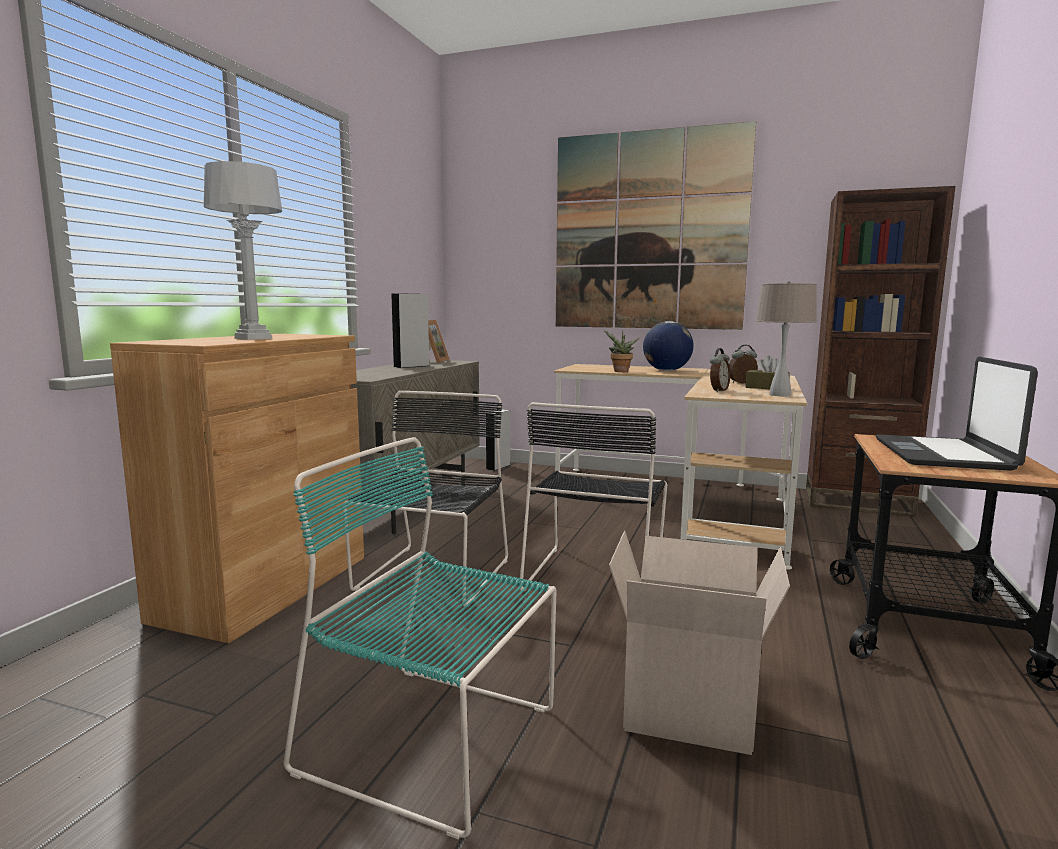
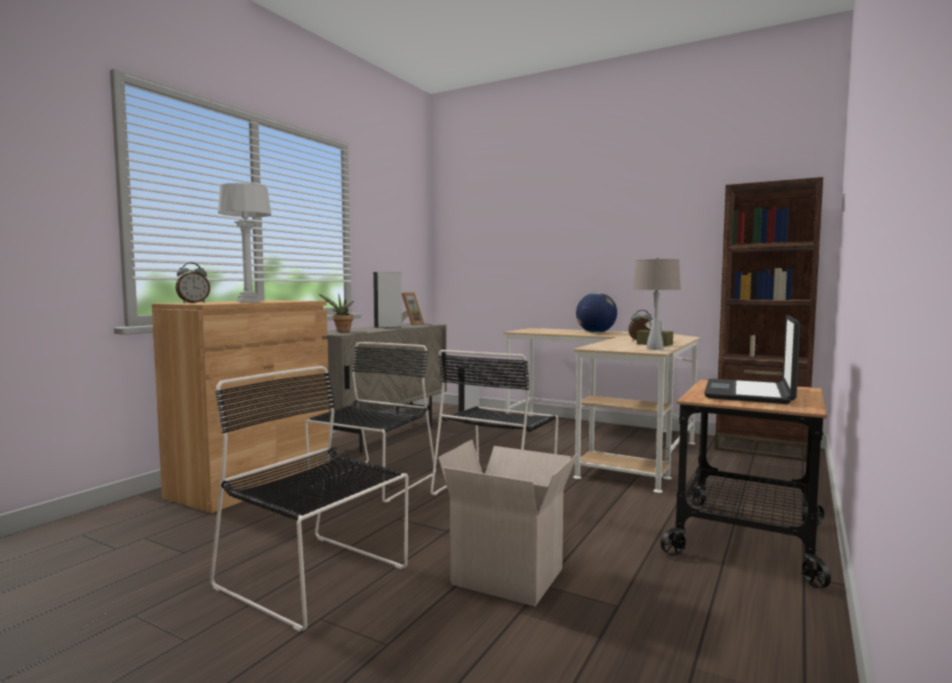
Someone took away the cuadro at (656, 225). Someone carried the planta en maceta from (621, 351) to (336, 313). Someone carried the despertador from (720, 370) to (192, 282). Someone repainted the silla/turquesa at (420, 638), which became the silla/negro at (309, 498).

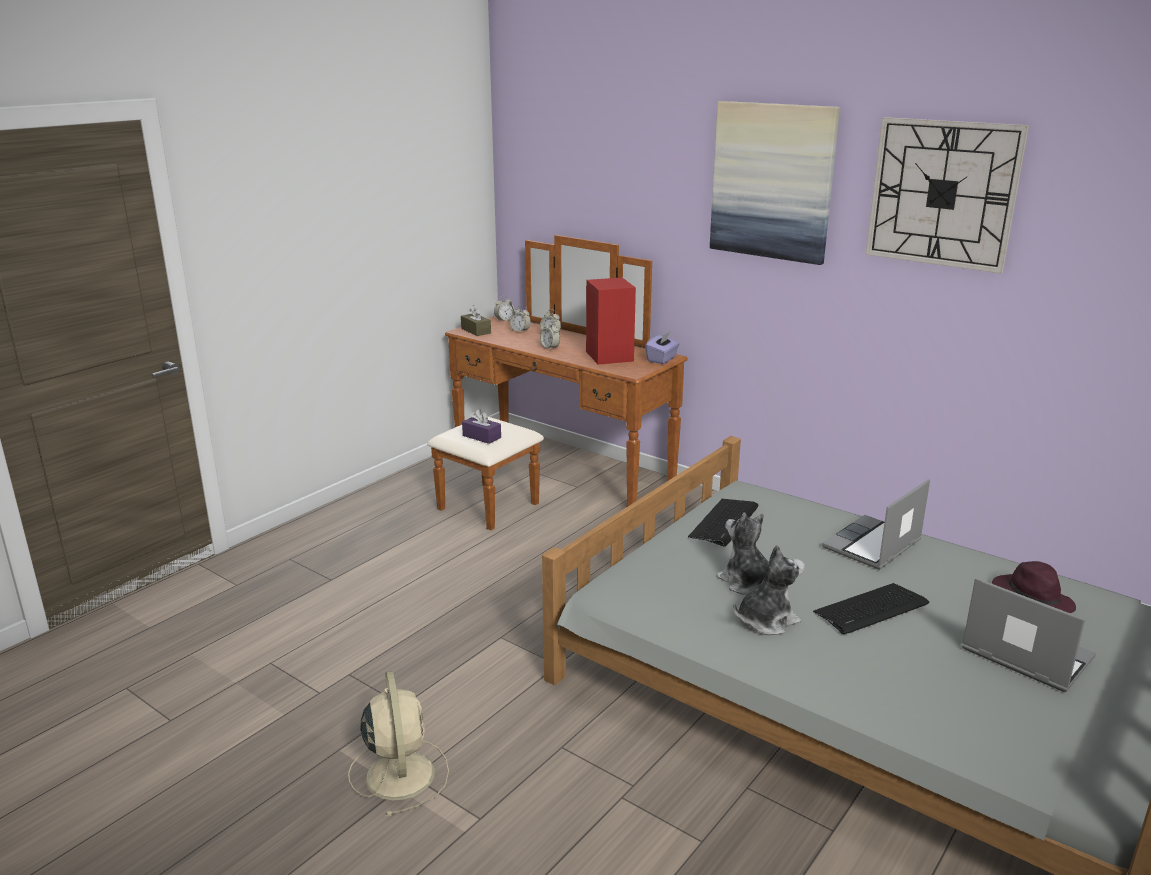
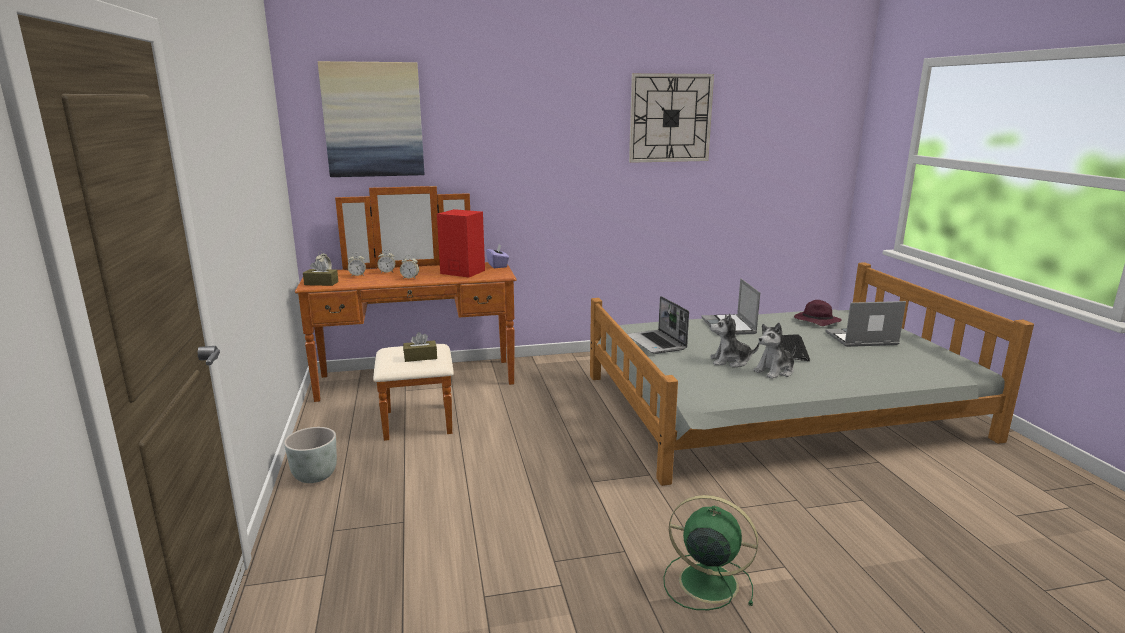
Someone put down the maceta/gris at (310, 455). Someone carried the cuadro from (775, 183) to (371, 119). Someone swapped the teclado at (723, 523) for the portátil at (658, 325). Someone repainted the ventilador/beis at (398, 744), which became the ventilador/verde at (710, 552). Someone repainted the caja de pañuelos/morado at (481, 426), which became the caja de pañuelos/marrón at (420, 347). Someone rotated the peluche at (769, 590) by 135 degrees counterclockwise.

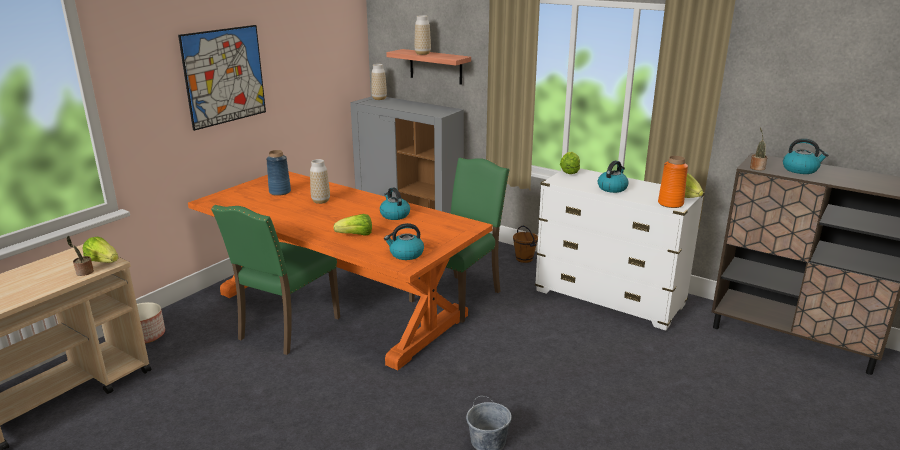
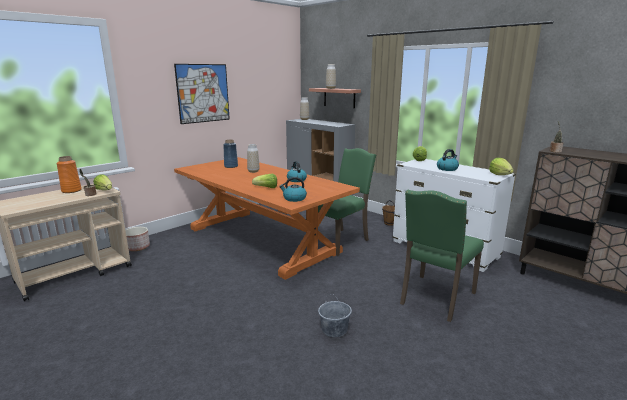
Someone took away the hervidor at (806, 156). Someone carried the silla/verde from (275, 280) to (442, 256). Someone carried the florero/naranja from (673, 182) to (69, 174).

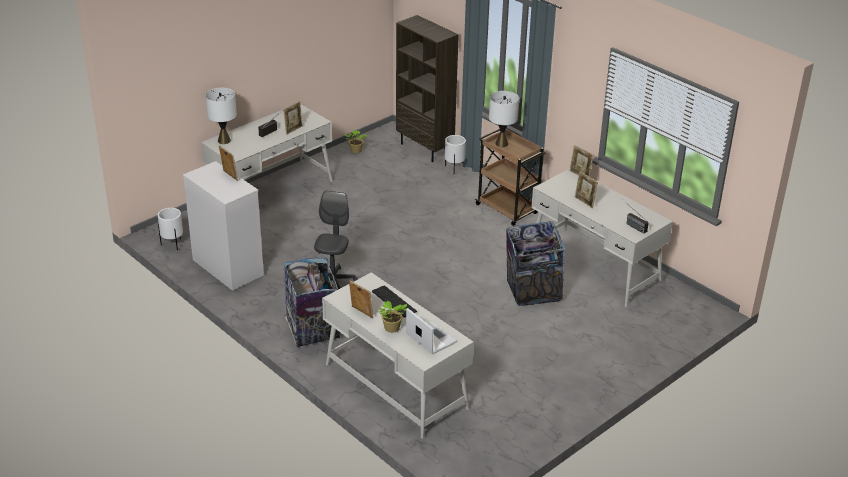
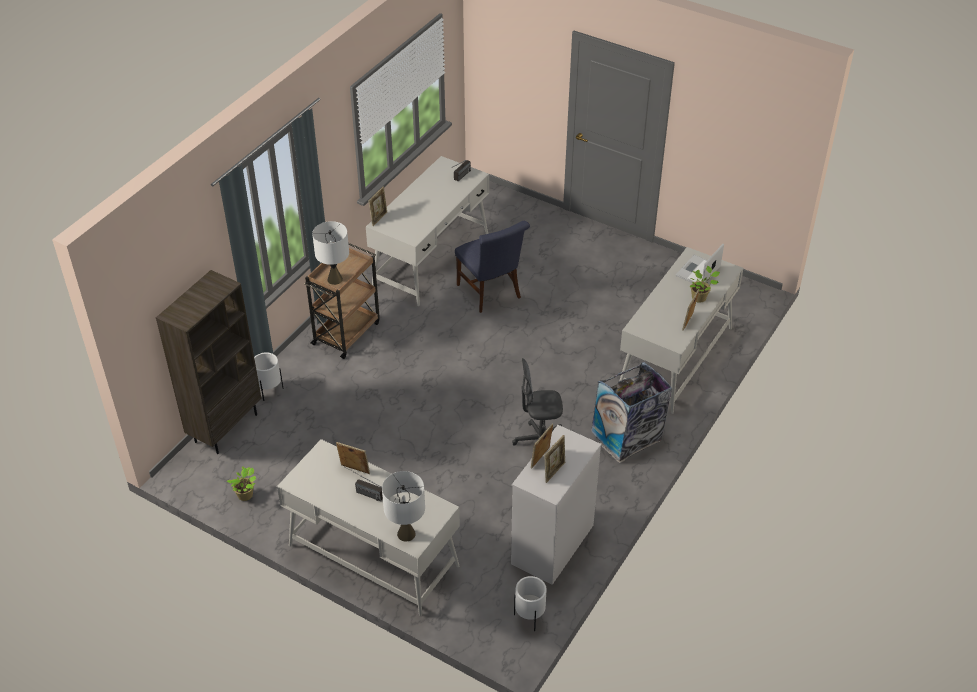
Someone took away the teclado at (394, 301). Someone carried the portarretratos from (586, 189) to (554, 459). Someone swapped the papelera at (535, 263) for the silla/azul at (492, 267).

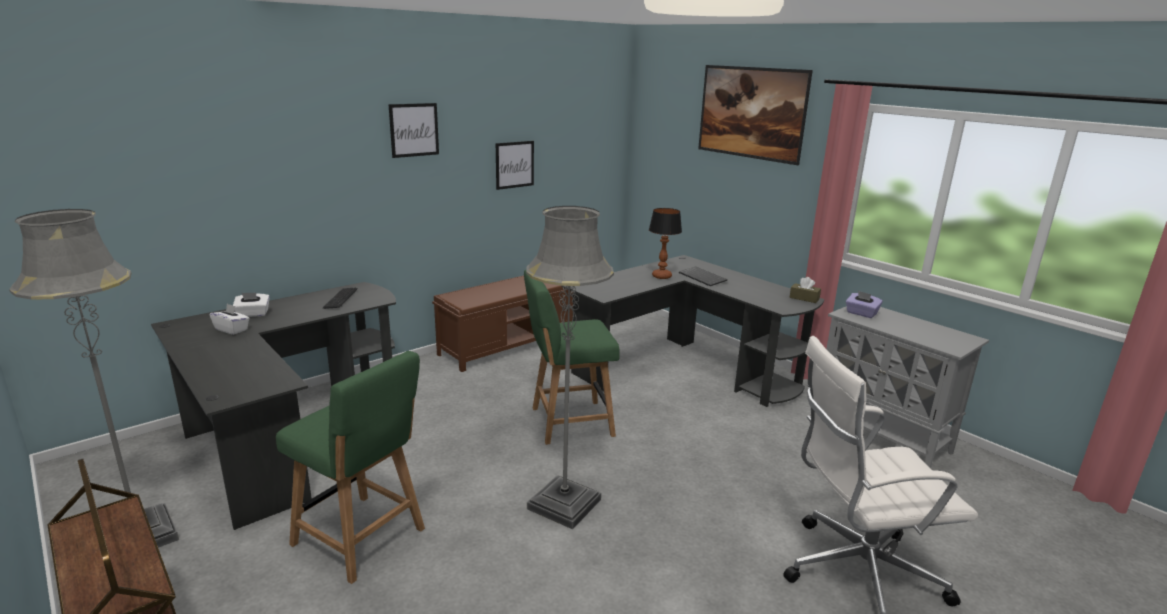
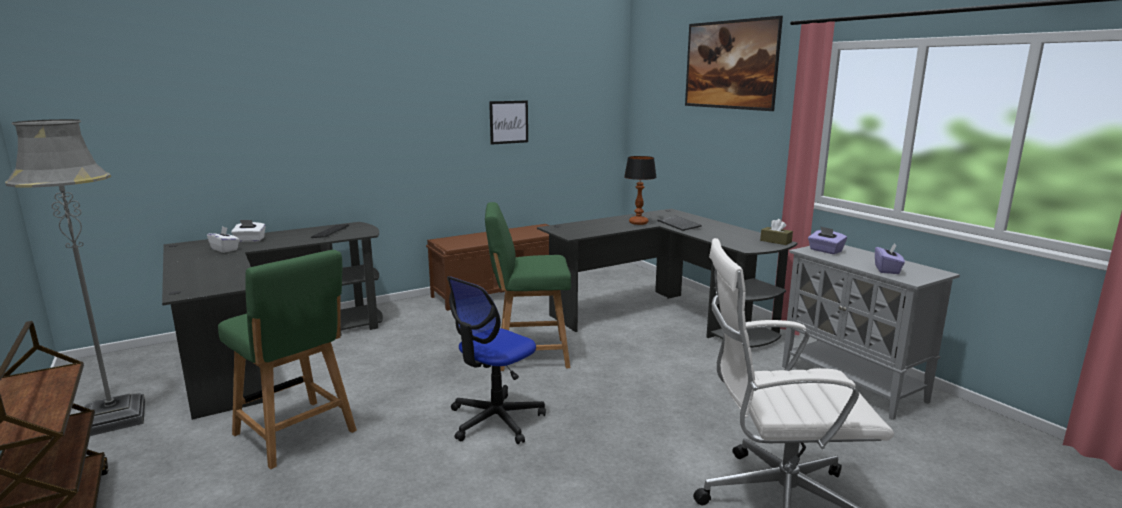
Someone took away the cuadro at (413, 130). Someone put down the caja de pañuelos/morado at (890, 258). Someone swapped the lámpara de pie/gris at (570, 367) for the silla de oficina at (496, 360).

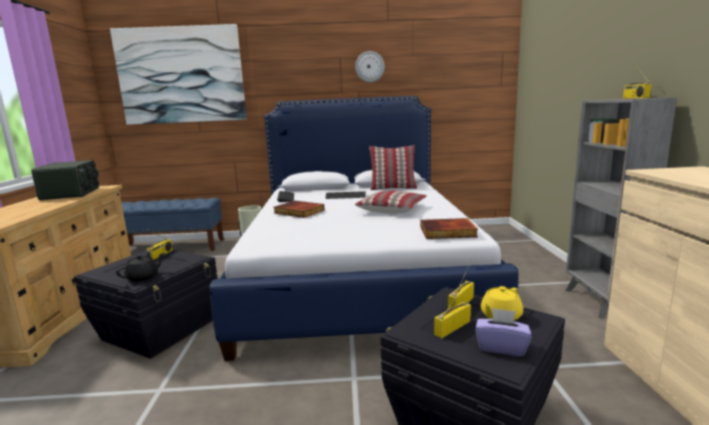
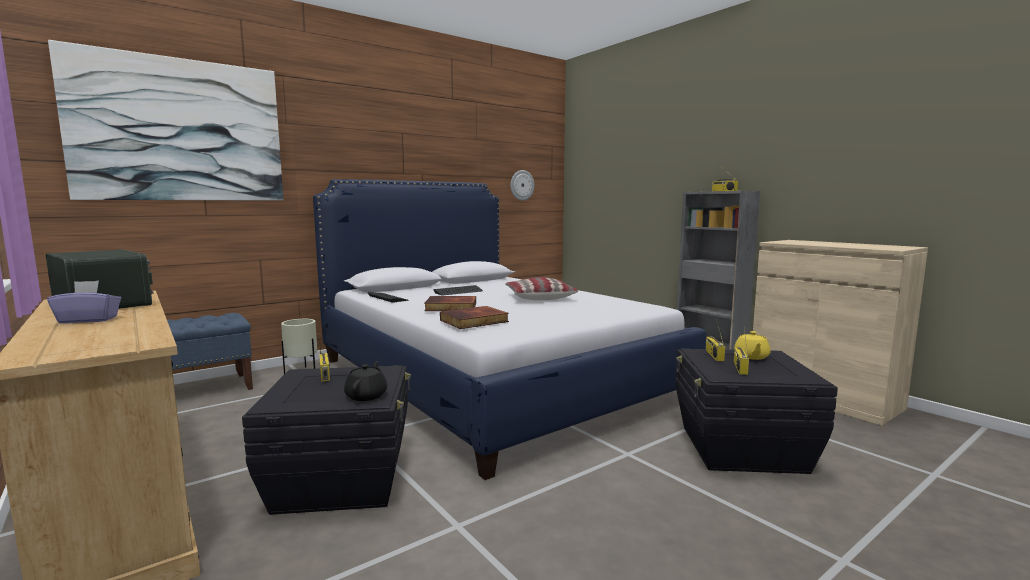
Someone took away the cojín at (393, 167). Someone carried the reloj de pared from (370, 66) to (522, 185). Someone carried the libro from (449, 228) to (474, 317). Someone carried the caja de pañuelos/morado from (503, 332) to (84, 302).

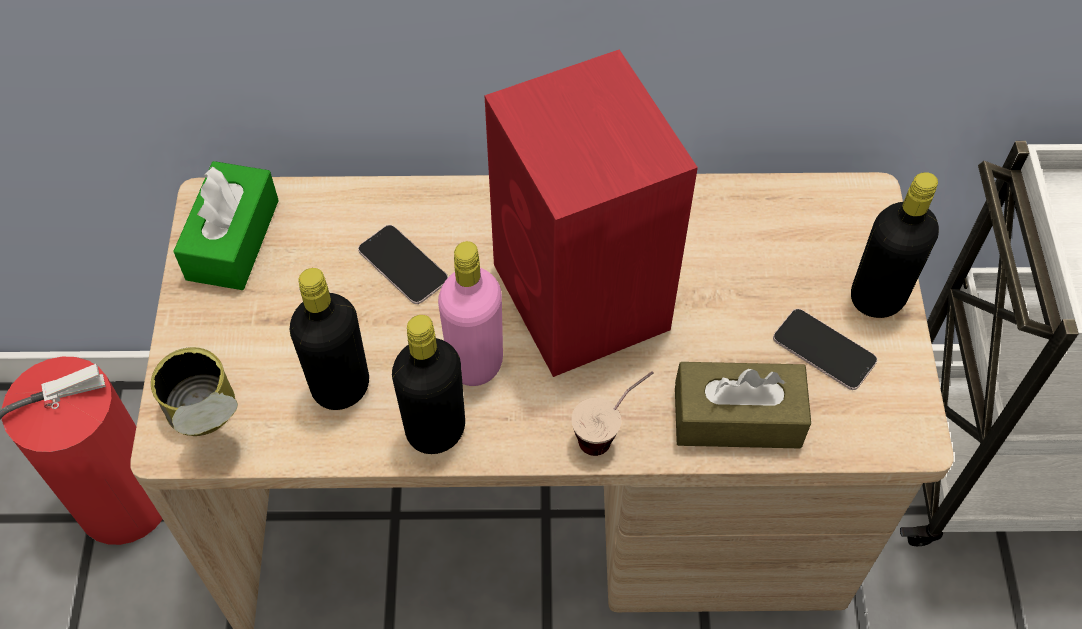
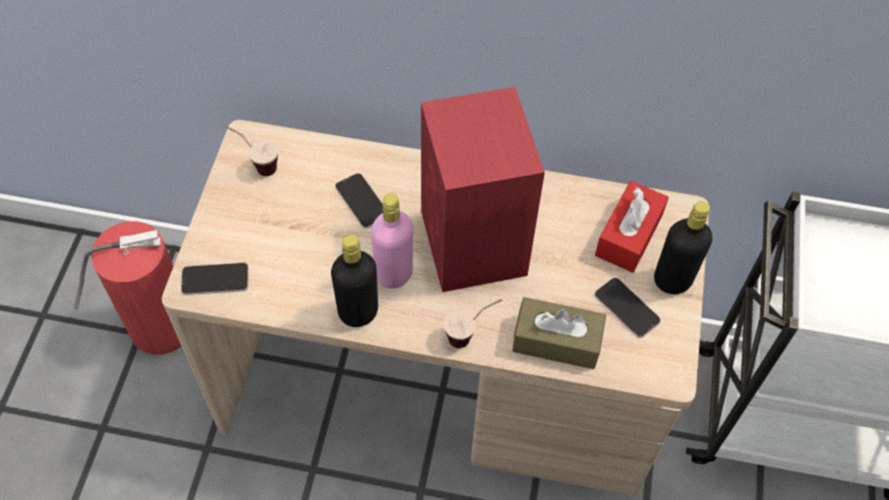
Someone took away the botella/negro at (329, 339). Someone put down the caja de pañuelos/rojo at (632, 227). Someone swapped the lata at (194, 391) for the móvil at (215, 279). Someone swapped the caja de pañuelos/verde at (226, 225) for the taza at (251, 150).

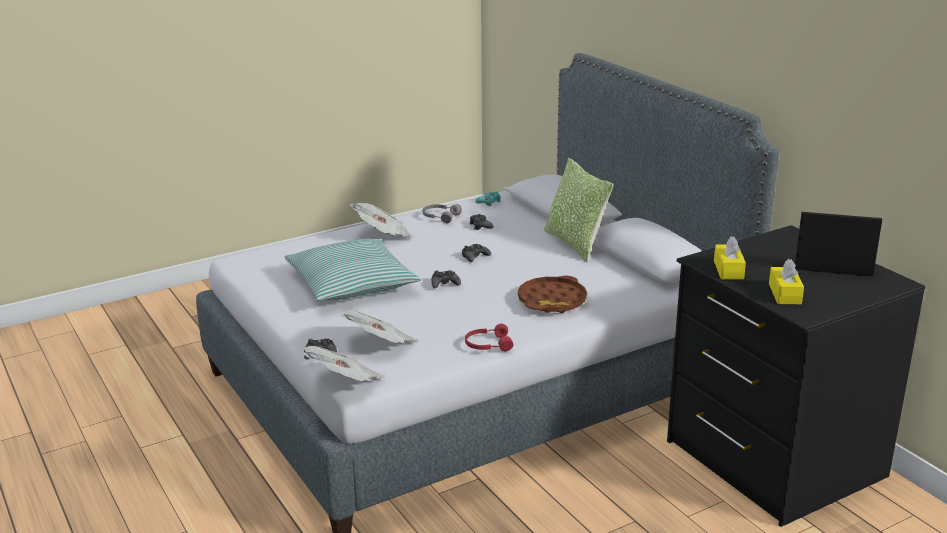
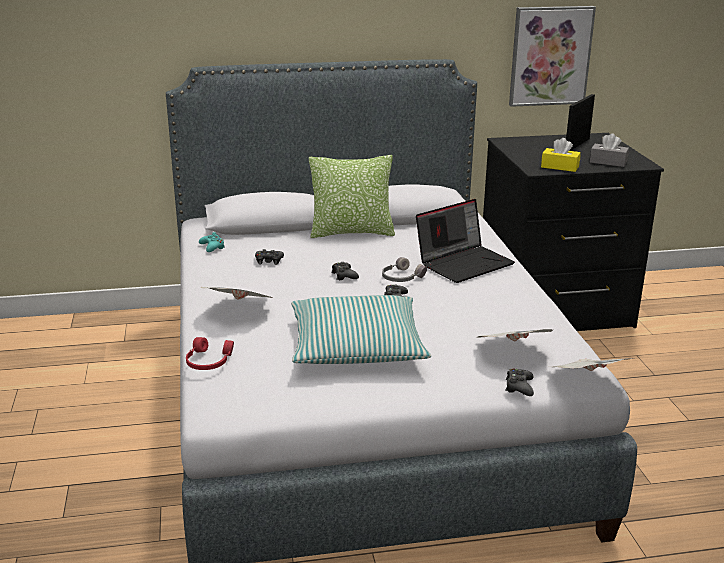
Someone put up the cuadro at (552, 56). Someone carried the auriculares/gris from (442, 213) to (404, 269). Someone carried the auriculares/rojo from (489, 337) to (210, 353). Someone swapped the bandeja/marrón at (552, 294) for the portátil at (465, 241). Someone repainted the caja de pañuelos/amarillo at (786, 281), which became the caja de pañuelos/gris at (609, 150).

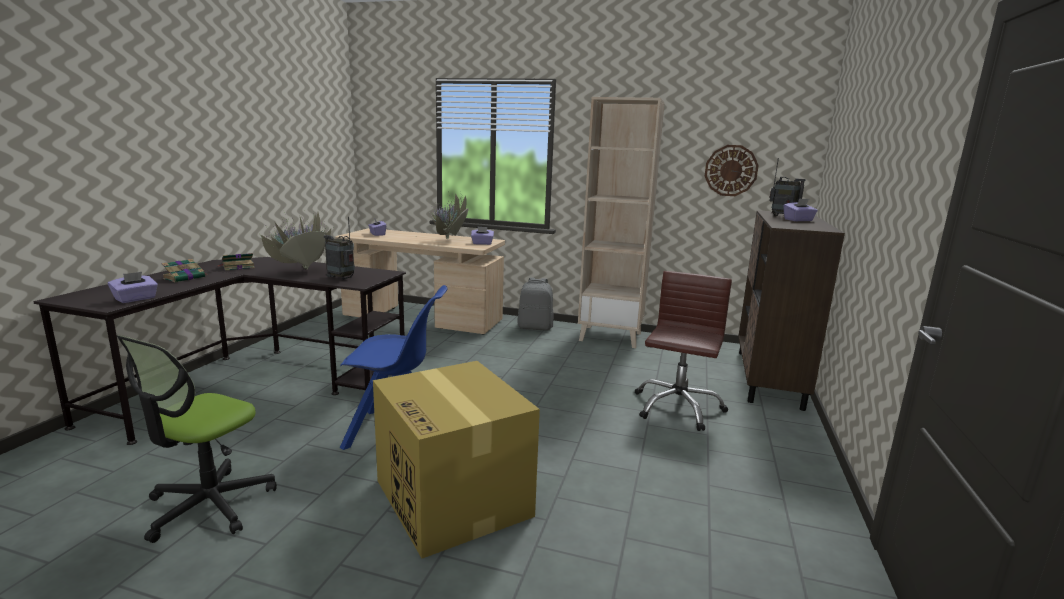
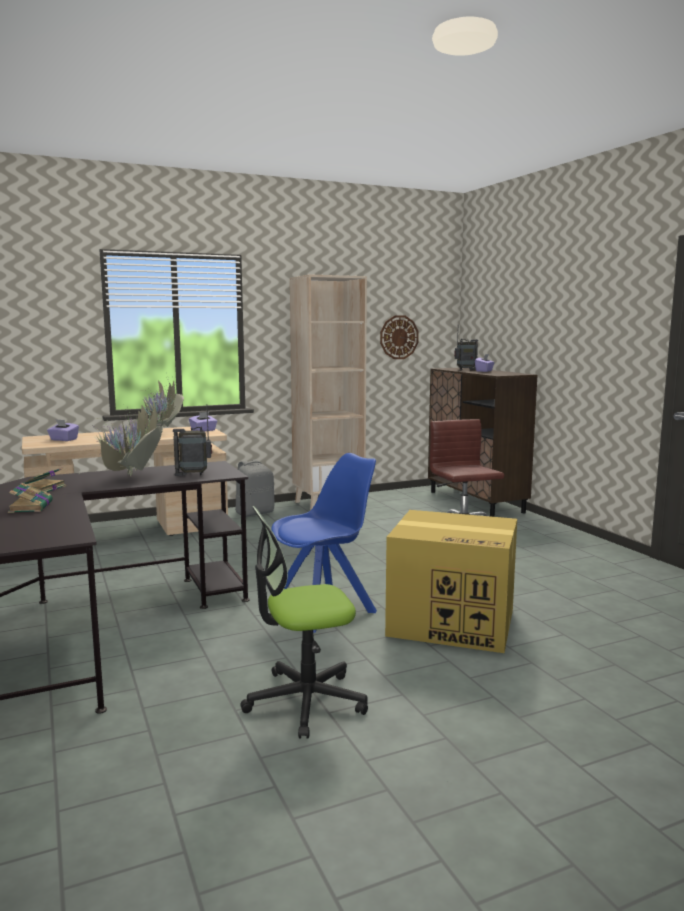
Someone took away the caja de pañuelos/morado at (133, 287). Someone rotated the silla de oficina at (197, 439) by 90 degrees clockwise.

